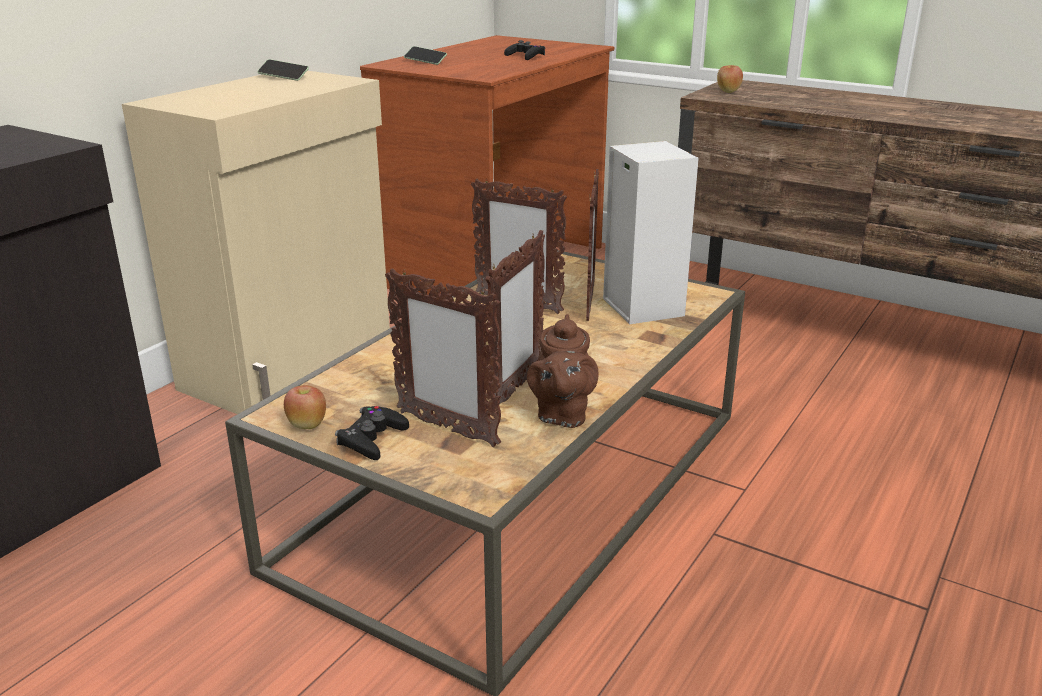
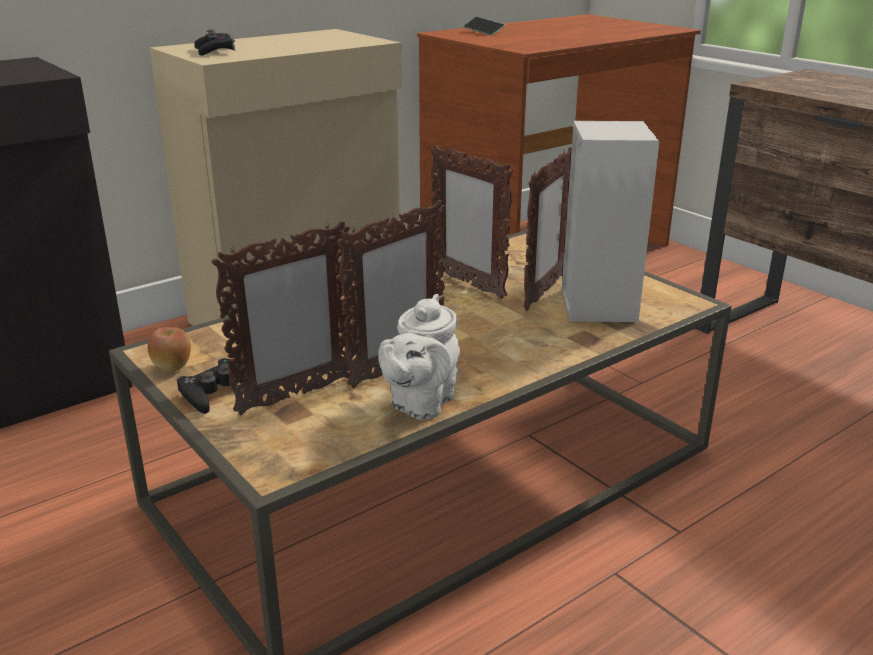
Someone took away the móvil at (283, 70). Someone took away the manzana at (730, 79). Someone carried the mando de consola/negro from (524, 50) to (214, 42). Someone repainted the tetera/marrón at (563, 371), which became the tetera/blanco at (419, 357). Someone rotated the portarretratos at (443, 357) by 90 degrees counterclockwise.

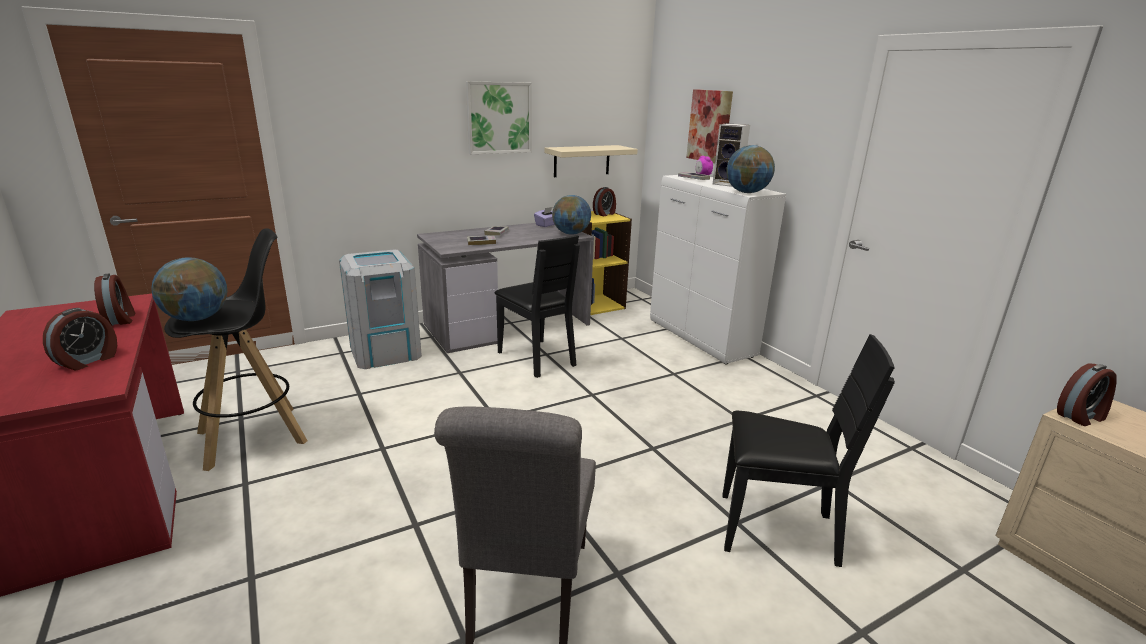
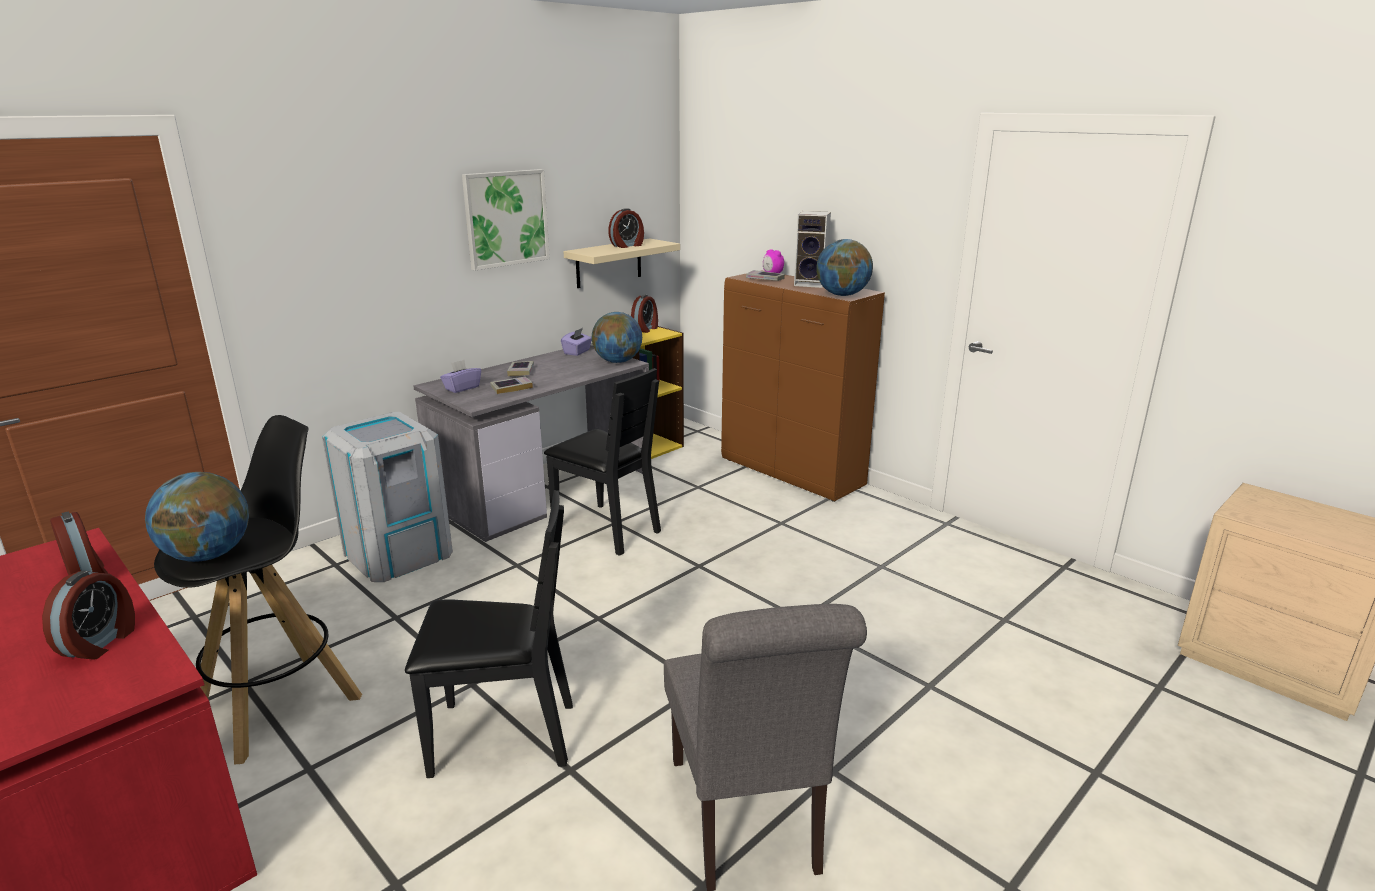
Someone took away the cuadro at (709, 126). Someone put down the caja de pañuelos/morado at (460, 376). Someone carried the silla/negro from (808, 450) to (489, 634). Someone carried the despertador from (1087, 394) to (626, 228). Someone repainted the armario/blanco at (718, 269), which became the armario/marrón at (803, 386).

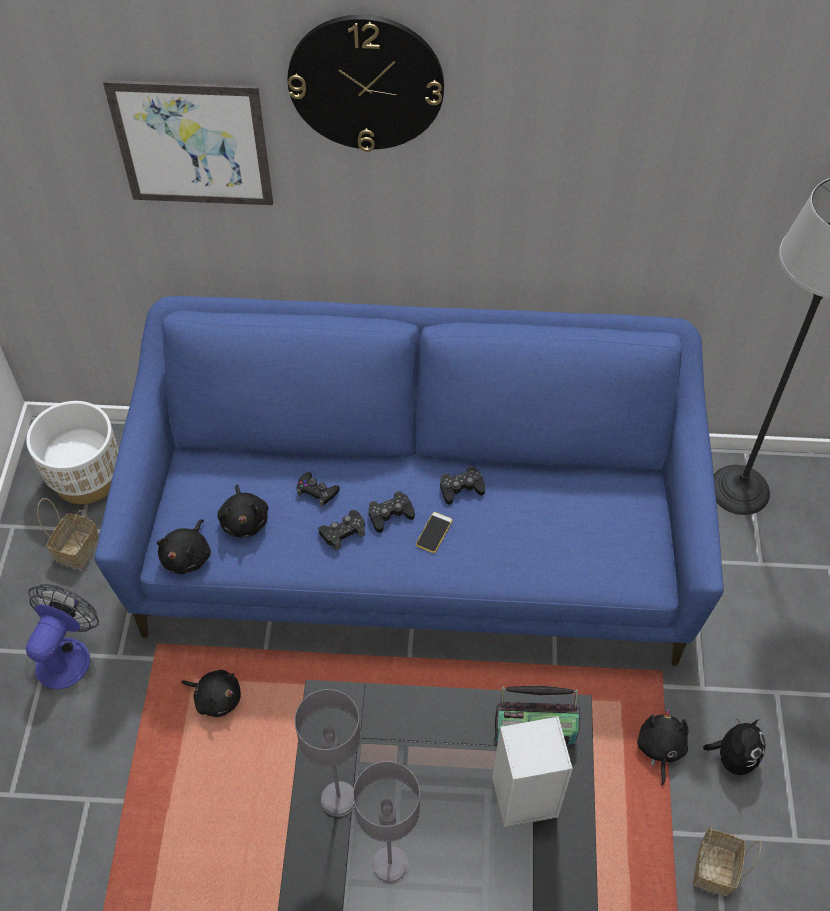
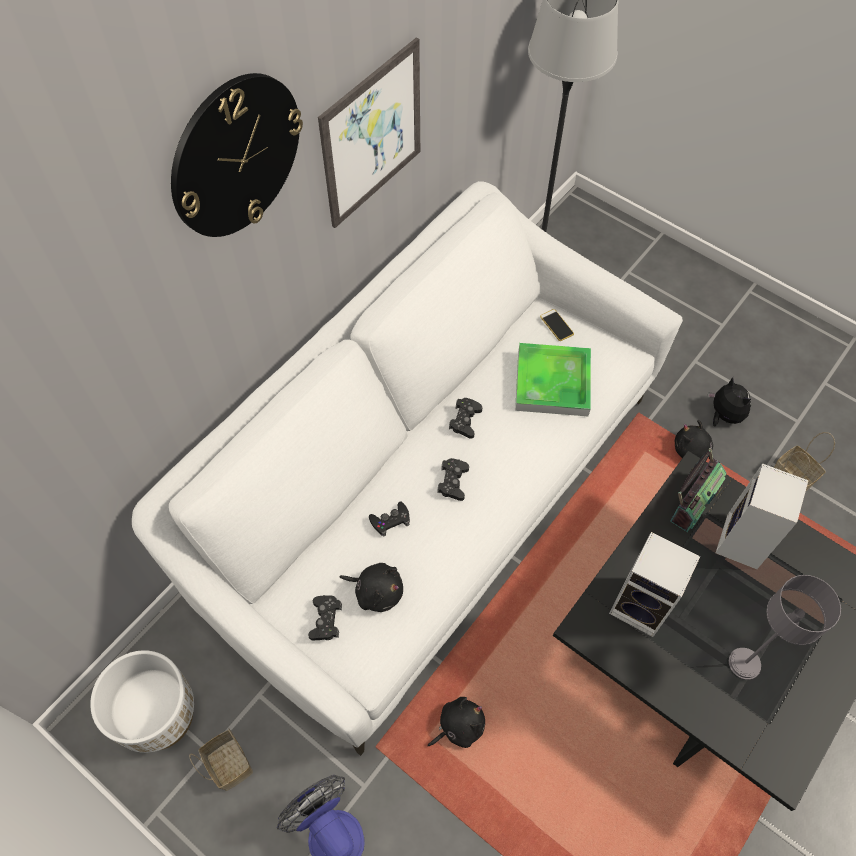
Someone took away the peluche/negro at (184, 546). Someone took away the lámpara de mesa/gris at (328, 753). Someone put down the bandeja at (553, 379). Someone put down the altavoz at (654, 584). Someone carried the cuadro from (188, 142) to (369, 132). Someone carried the mando de consola/negro from (341, 530) to (325, 618). Someone carried the móvil from (434, 532) to (557, 325). Someone repainted the sofá/azul at (409, 481), which became the sofá/blanco at (407, 468).

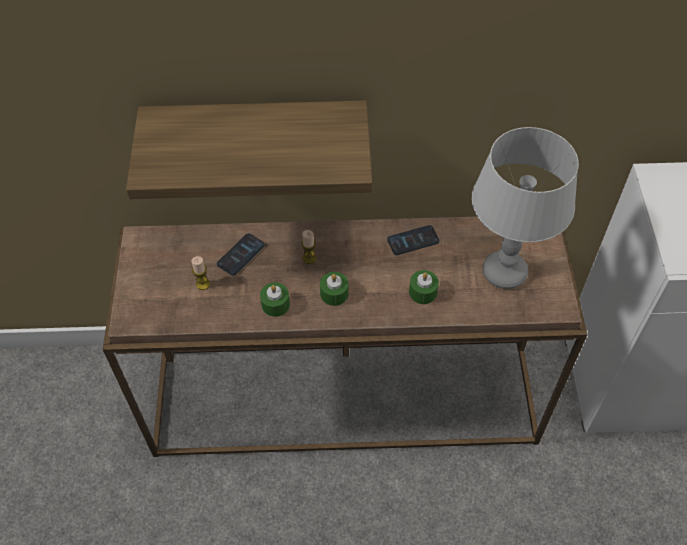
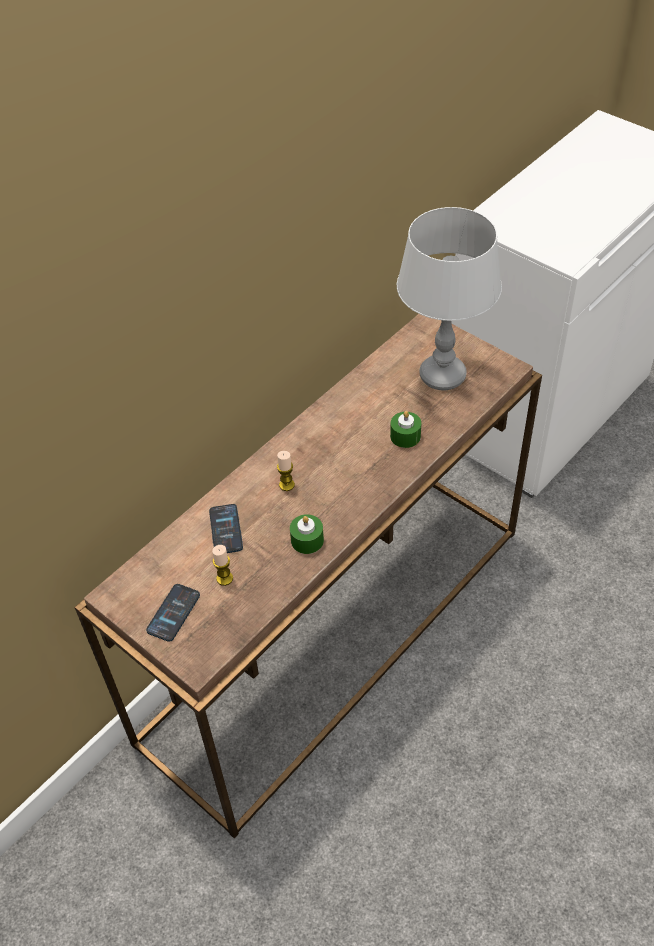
Someone took away the estante at (249, 150). Someone took away the vela/verde at (334, 289). Someone carried the móvil from (413, 240) to (173, 613).

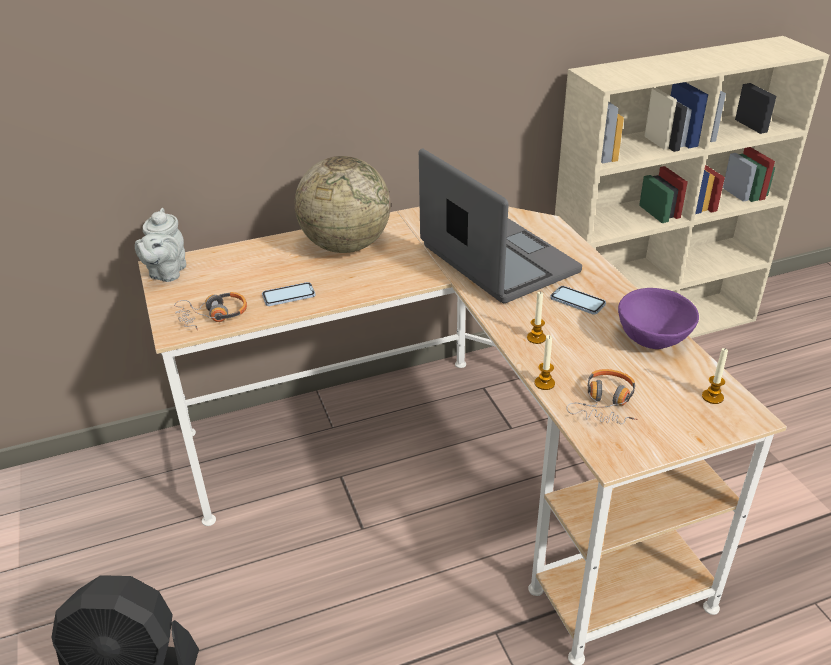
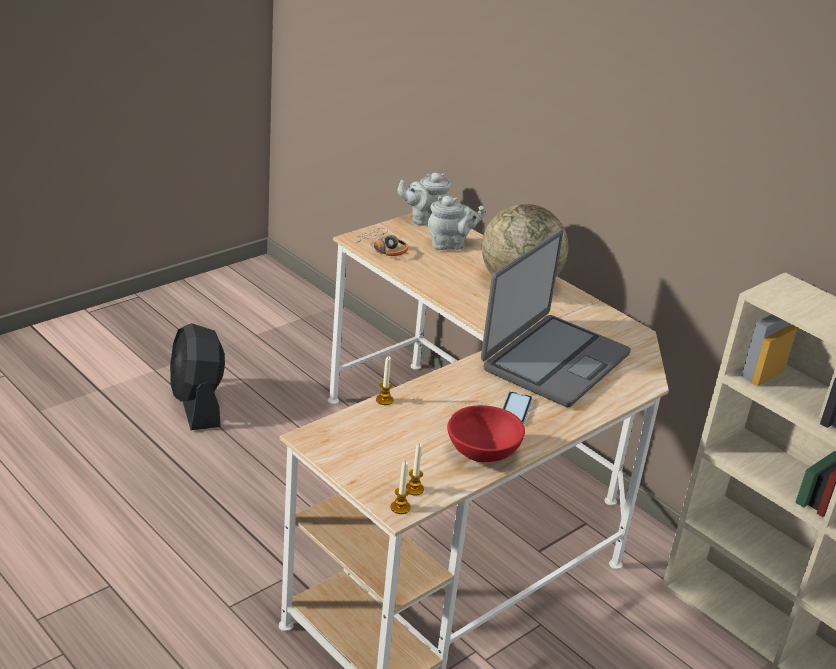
Someone took away the móvil at (288, 294). Someone took away the auriculares at (602, 396). Someone put down the tetera/gris at (456, 223). Someone carried the vela from (536, 317) to (400, 487). Someone repainted the cuenco/morado at (658, 318), which became the cuenco/rojo at (486, 433).

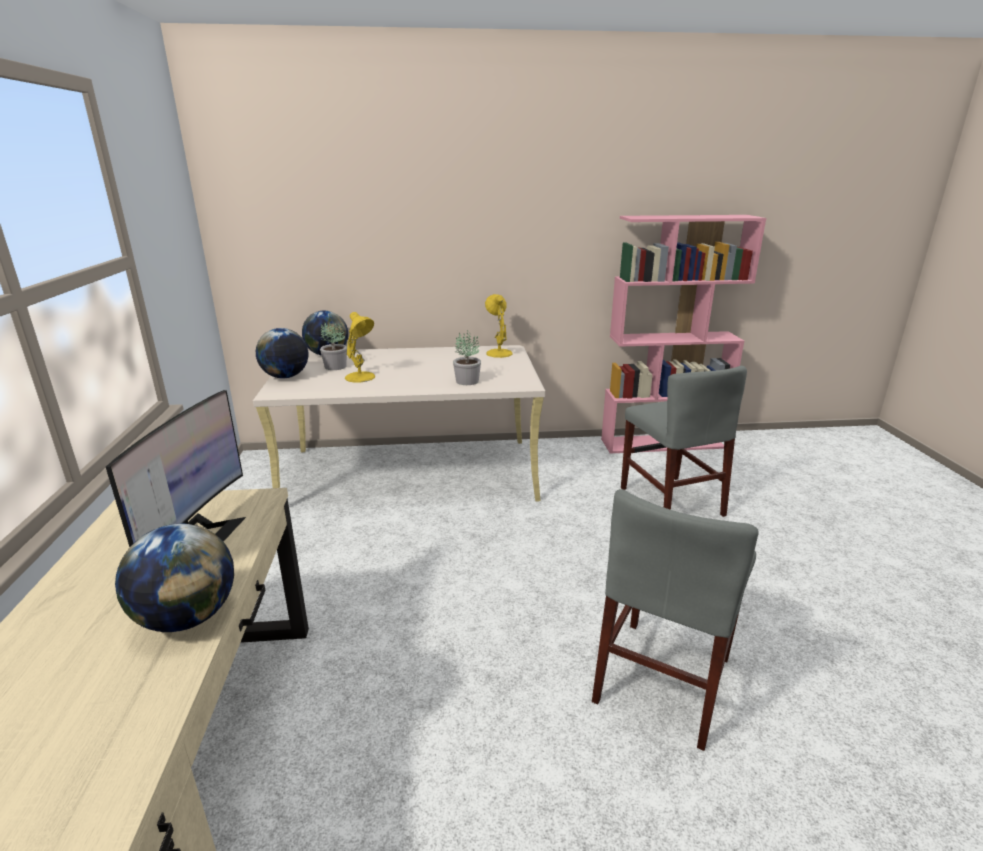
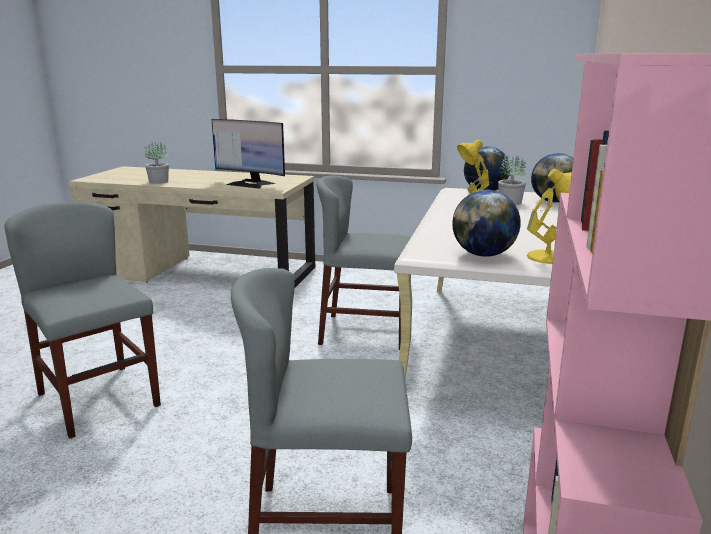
Someone put down the silla/gris at (364, 263). Someone carried the globo terráqueo from (174, 578) to (486, 223). Someone carried the planta en maceta from (467, 357) to (157, 163).

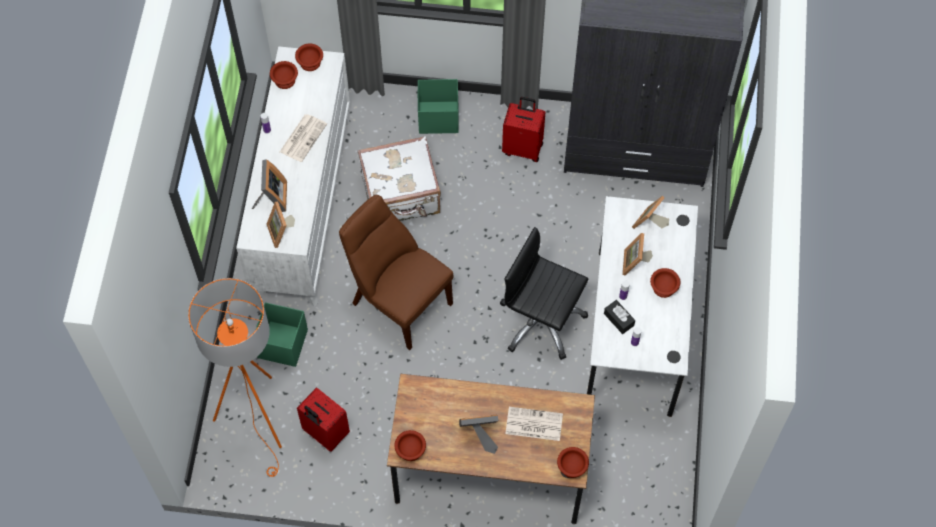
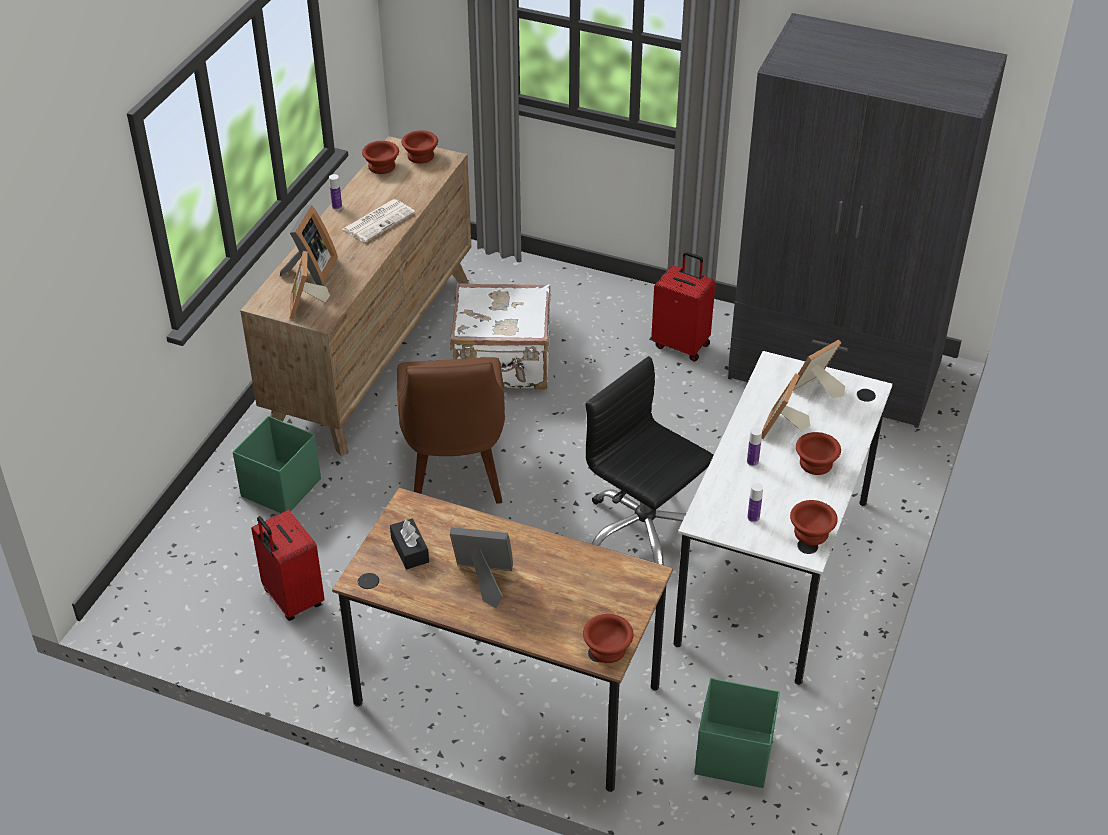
Someone took away the lámpara de pie/naranja at (235, 377). Someone took away the periódico at (534, 424). Someone carried the cuenco/marrón from (410, 445) to (814, 522). Someone carried the caja de almacenaje/verde from (438, 106) to (737, 733). Someone carried the caja de pañuelos/negro from (619, 317) to (409, 544). Someone repainted the cómoda/blanco at (293, 176), which became the cómoda/marrón at (355, 296). Someone rotated the silla/marrón at (396, 272) by 150 degrees counterclockwise.

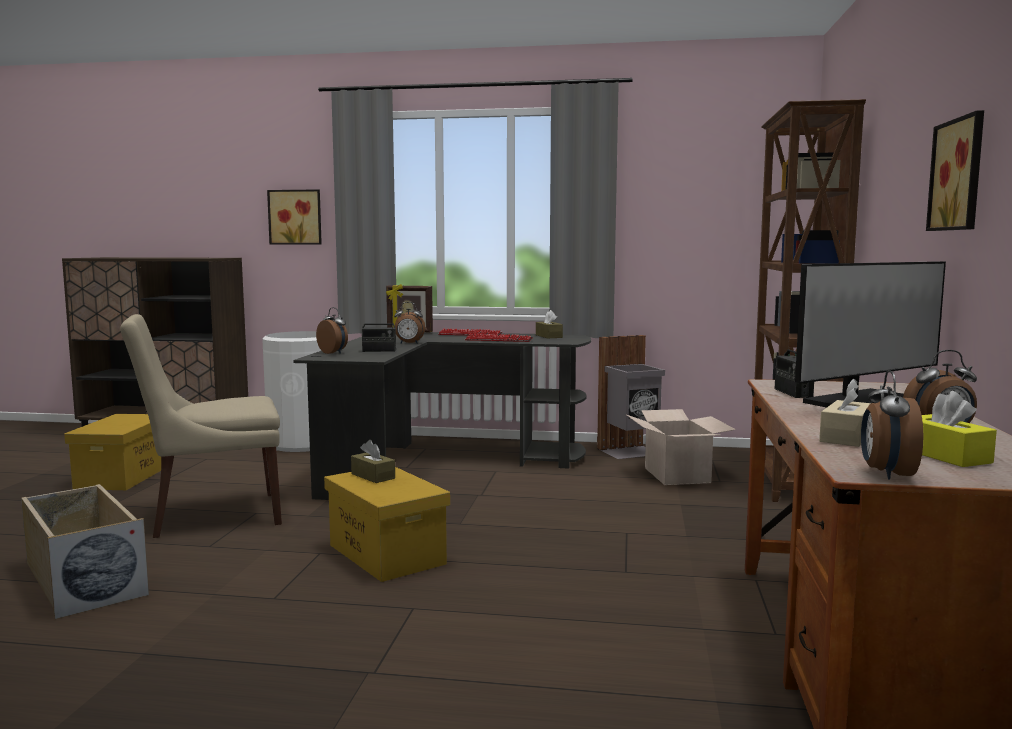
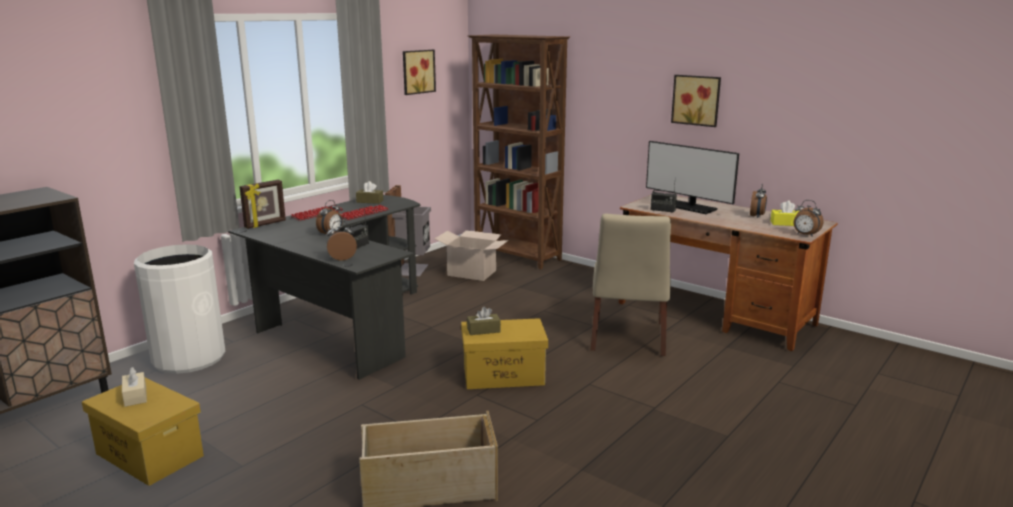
Someone carried the silla/beis from (201, 426) to (631, 285). Someone carried the cuadro from (294, 217) to (419, 72). Someone carried the caja de pañuelos/beis from (845, 412) to (134, 387). Someone rotated the monitor at (870, 334) by 135 degrees clockwise.

